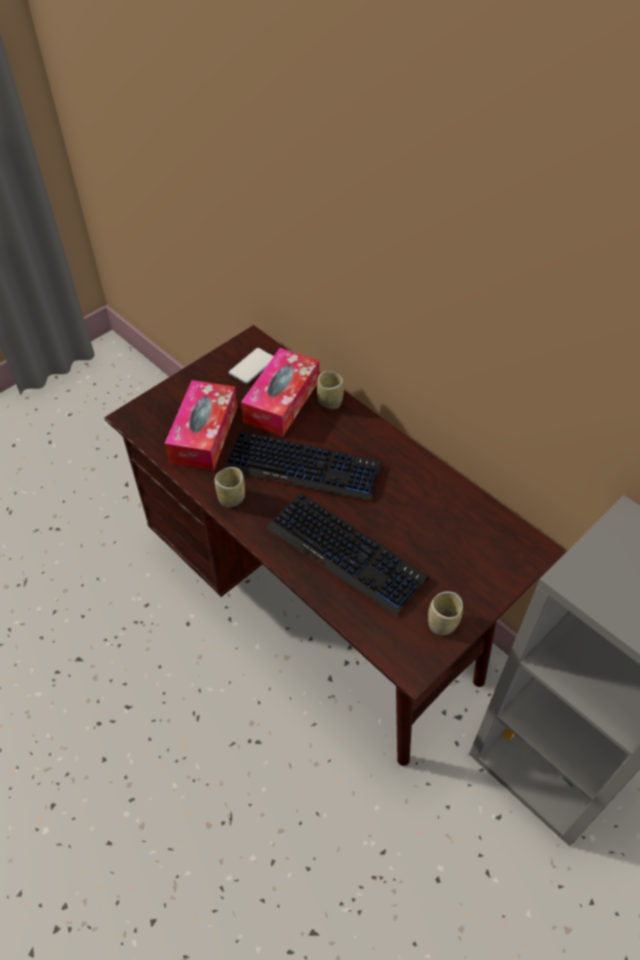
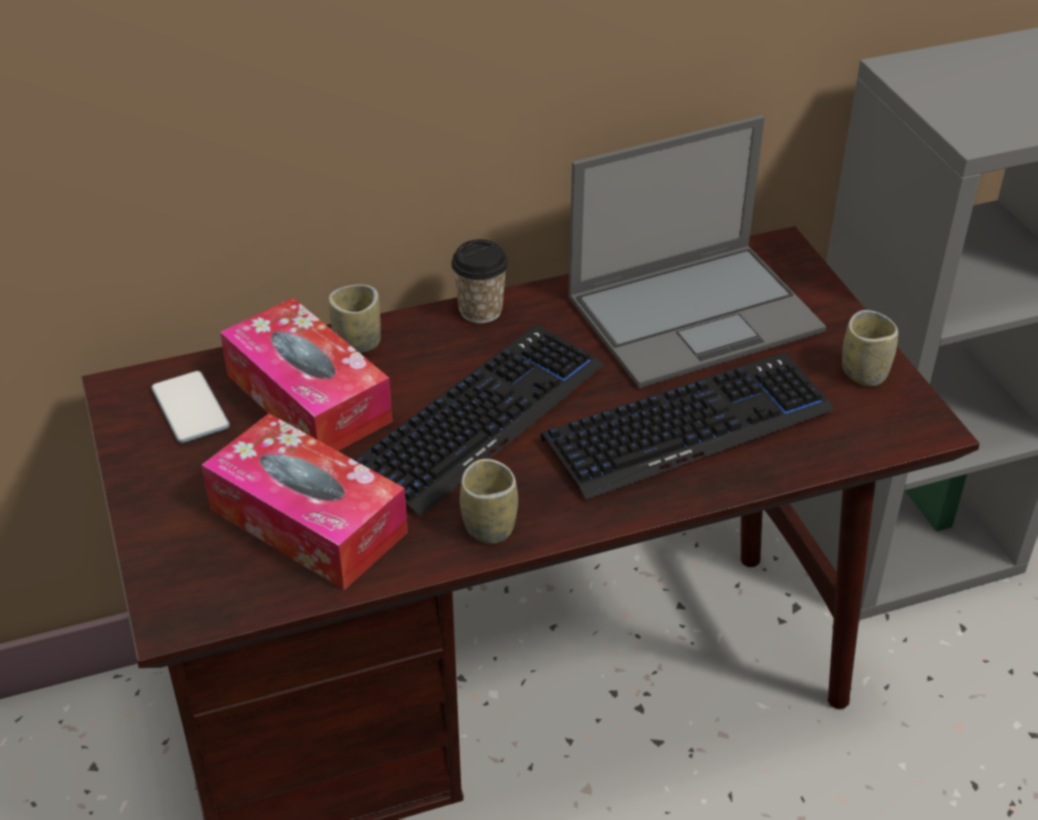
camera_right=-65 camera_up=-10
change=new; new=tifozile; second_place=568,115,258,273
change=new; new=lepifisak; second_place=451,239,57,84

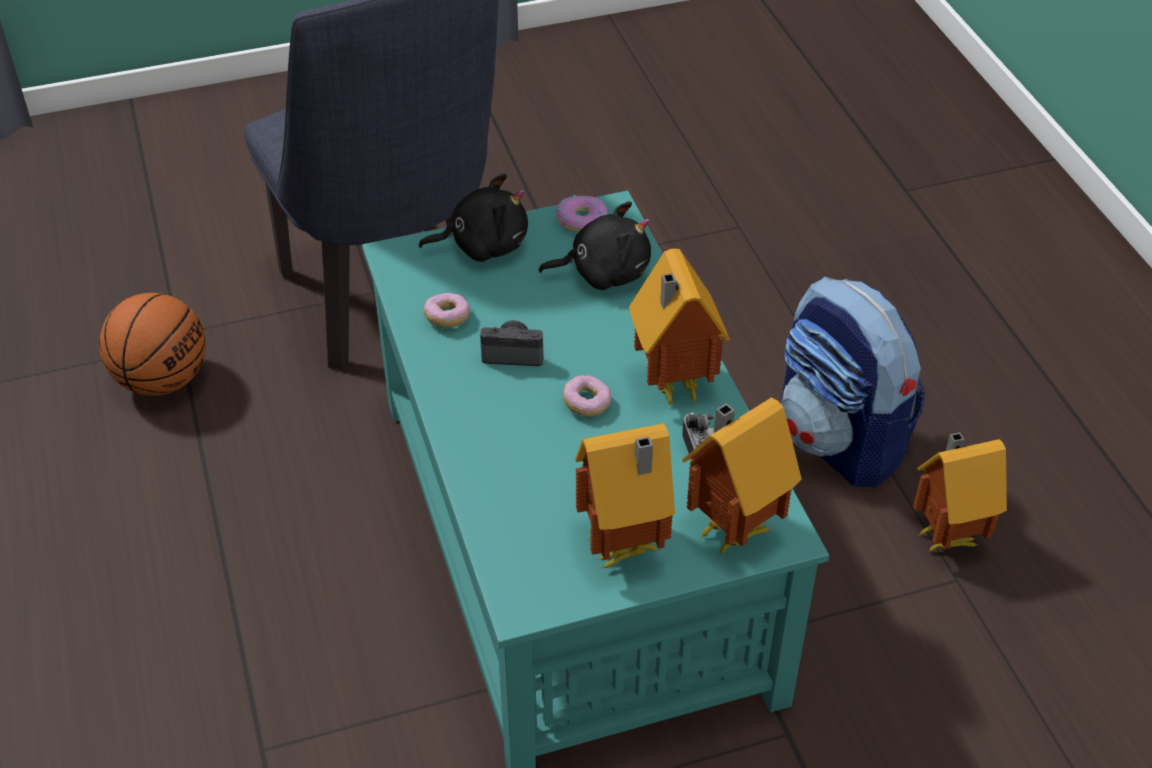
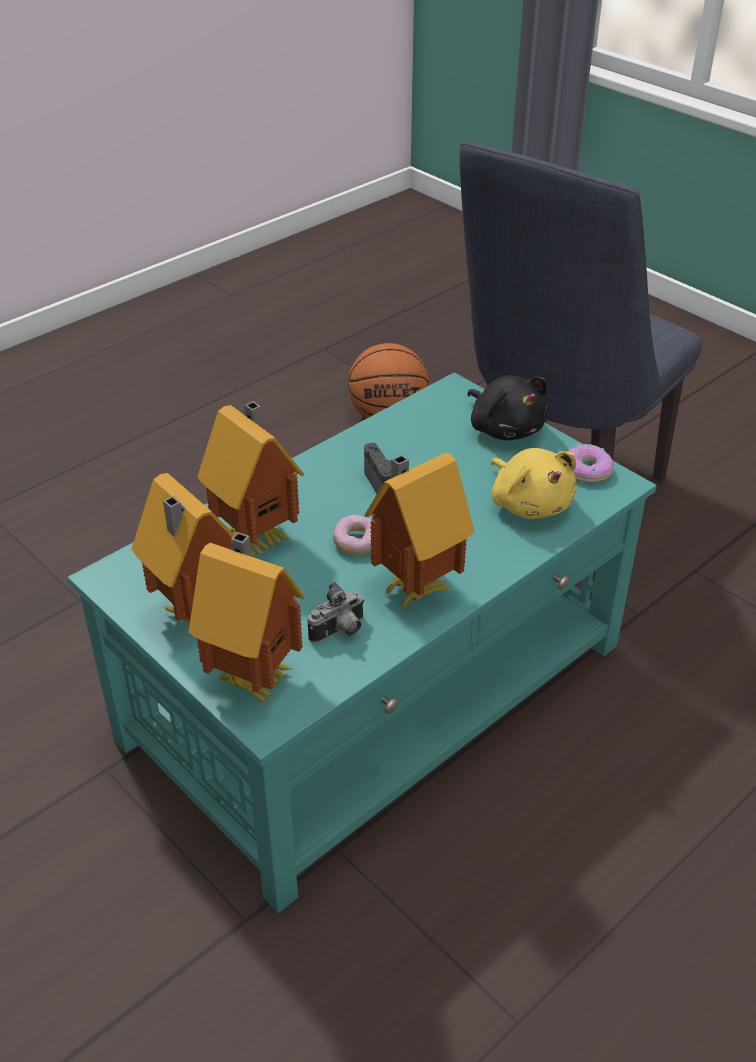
camera_right=65 camera_up=-5
change=repainted; old=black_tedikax; new=yellow_tedikax; first_place=538,201,113,89; second_place=491,448,86,71
change=gone; old=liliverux; first_place=780,276,145,212
change=gone; old=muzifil; first_place=423,293,47,34
change=shifted; old=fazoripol; first_place=913,432,94,121; second_place=197,401,108,157

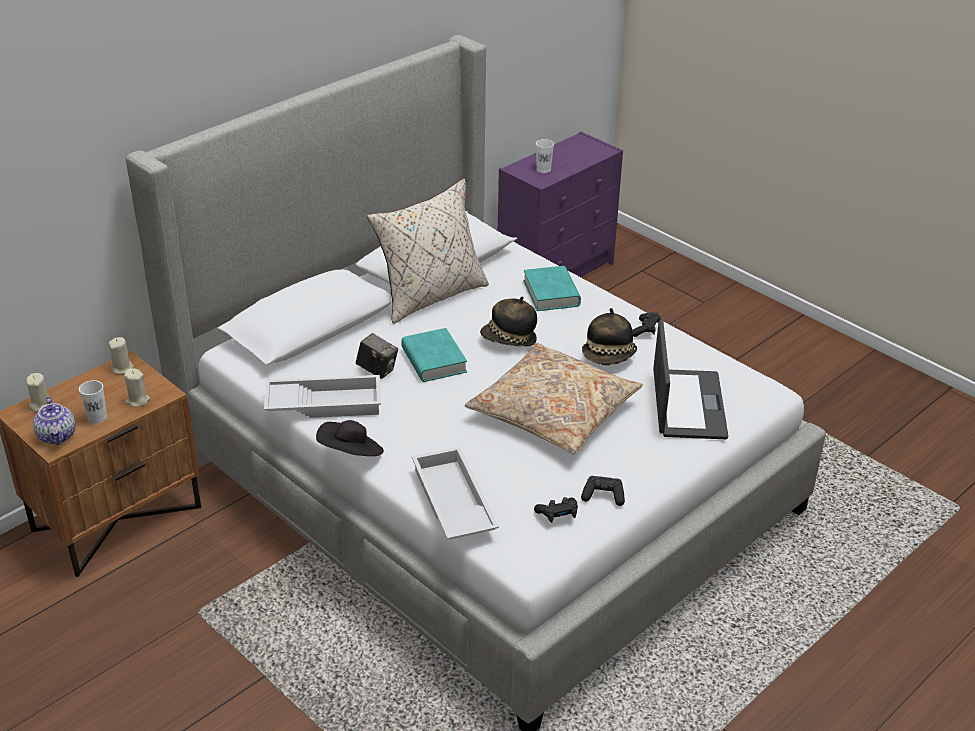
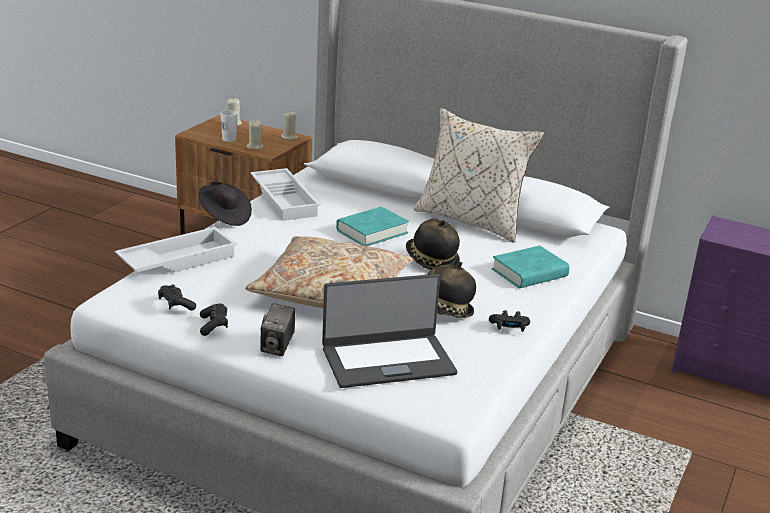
camera_right=70 camera_up=-10
change=gone; old=white_lepifisak; first_place=536,139,18,34
change=shifted; old=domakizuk; first_place=356,333,42,46; second_place=260,303,35,53
change=gone; old=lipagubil; first_place=33,396,43,49

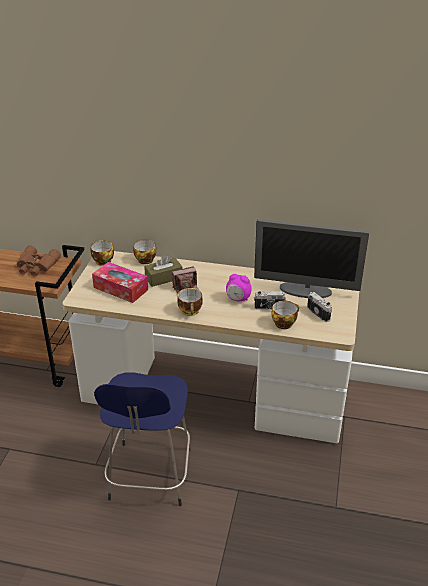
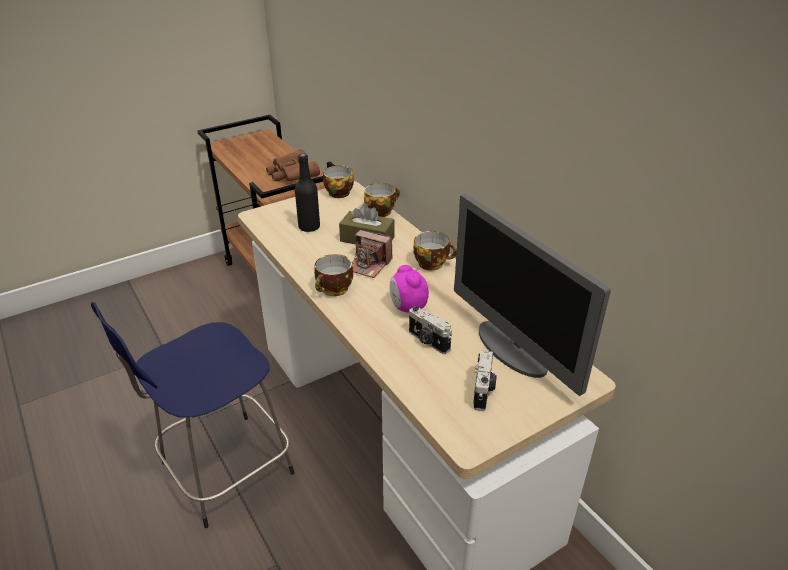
camera_right=45 camera_up=0
change=swapped; old=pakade; new=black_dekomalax; first_place=92,262,56,41; second_place=295,154,25,78
change=shifted; old=lepifisak; first_place=272,300,27,29; second_place=413,231,44,40

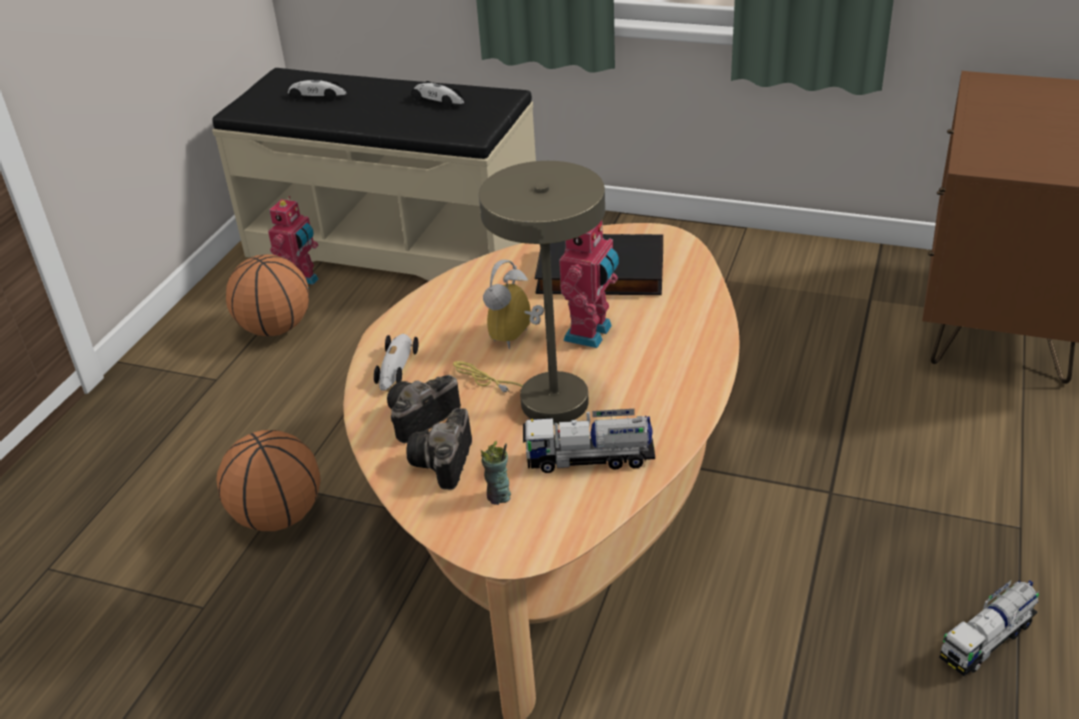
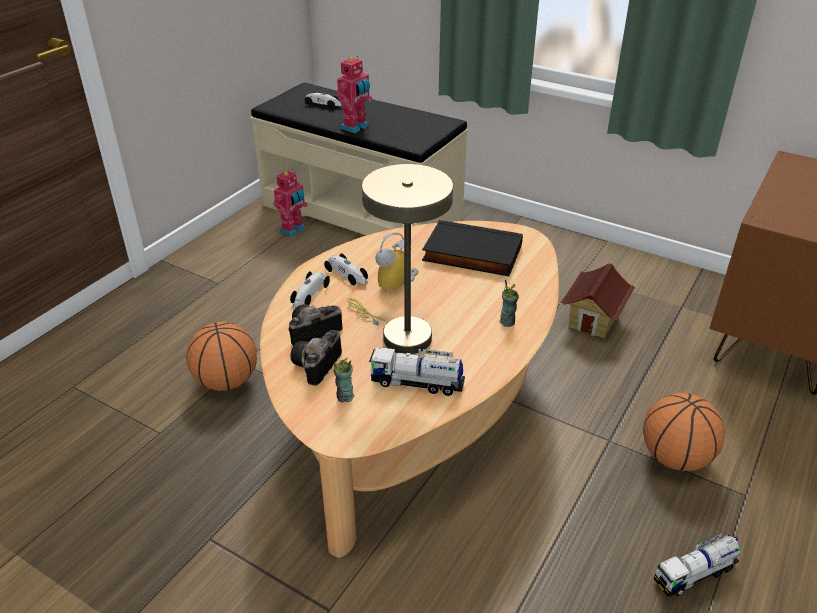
camera_right=10 camera_up=0
change=shifted; old=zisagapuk; first_place=411,81,53,27; second_place=324,253,44,32
change=shifted; old=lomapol; first_place=559,220,60,128; second_place=336,56,36,77
change=shifted; old=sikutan; first_place=226,254,83,82; second_place=643,393,82,78
change=new; new=fazoripol; second_place=561,263,74,75
change=new; new=lepifisak; second_place=499,279,20,48

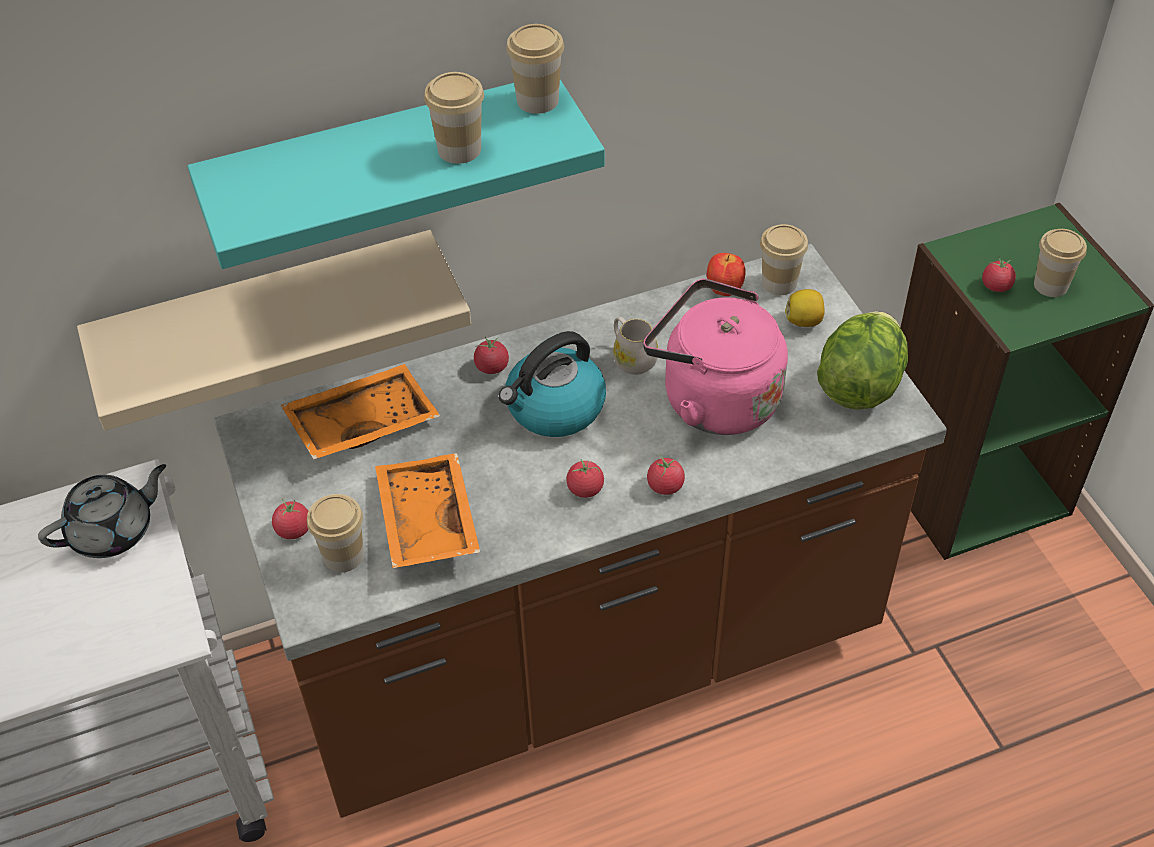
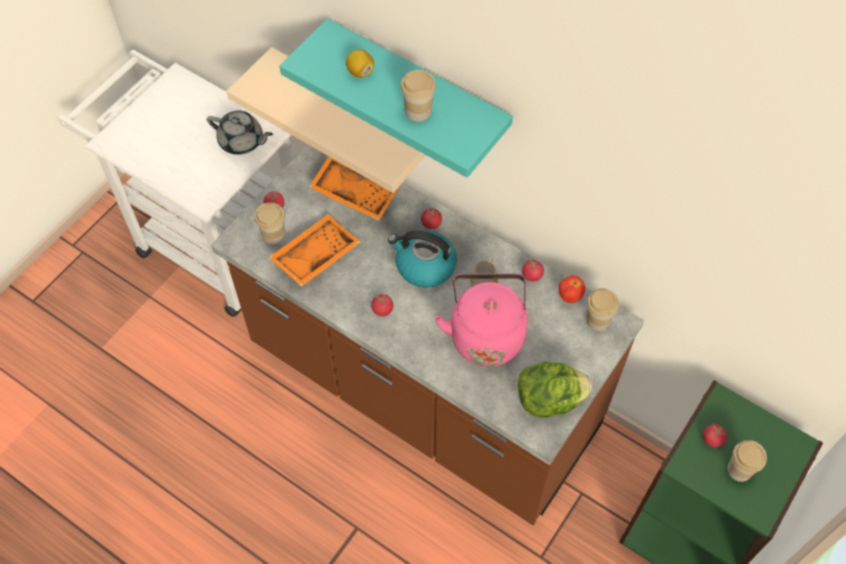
camera_right=55 camera_up=10
change=gone; old=lepifisak; first_place=506,24,58,90
change=shifted; old=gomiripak; first_place=785,289,40,38; second_place=346,49,28,29
change=shifted; old=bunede; first_place=647,454,38,41; second_place=522,259,22,22

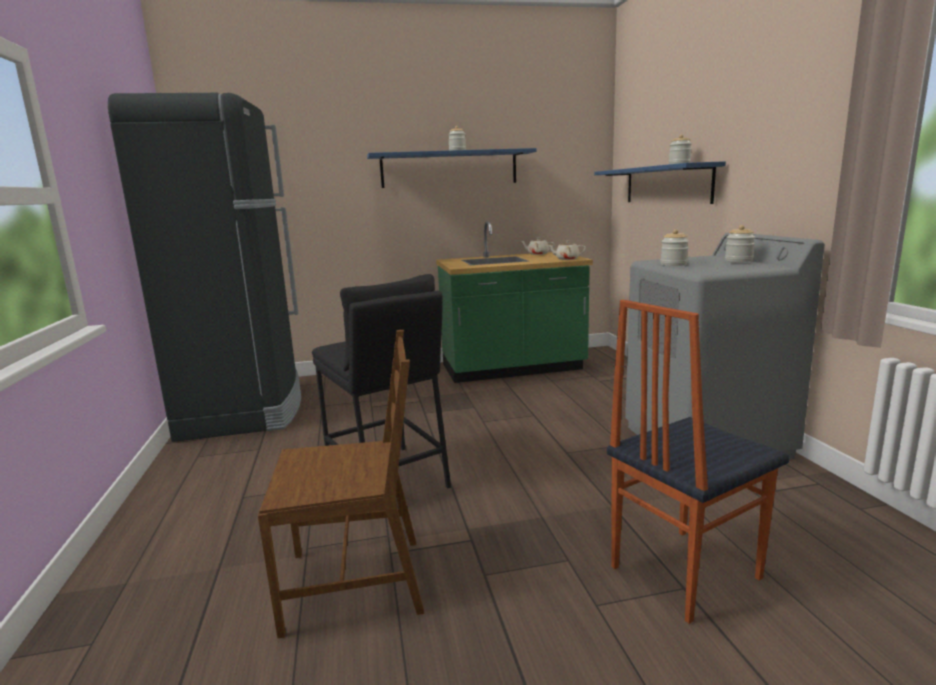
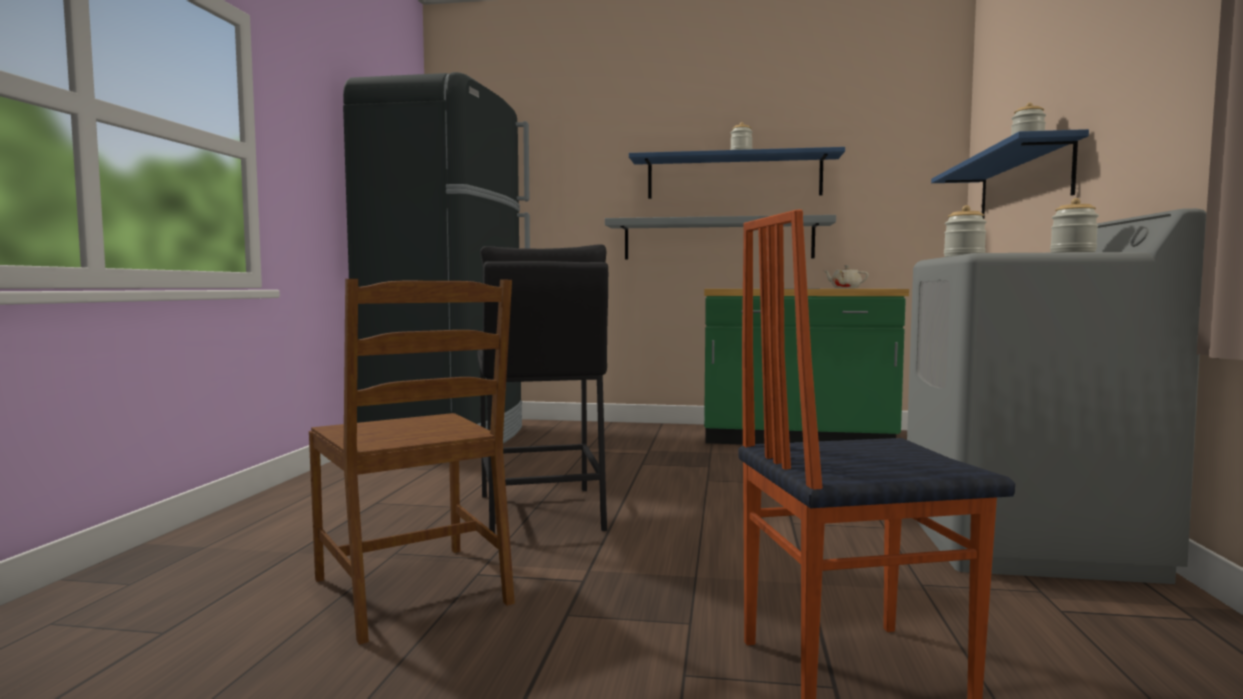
camera_right=20 camera_up=-10
change=gone; old=beige_lipagubil; first_place=548,240,38,20
change=rotated; old=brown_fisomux; first_place=258,330,166,309; second_place=309,279,206,366; degrees=45
change=new; new=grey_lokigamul; second_place=605,215,231,44

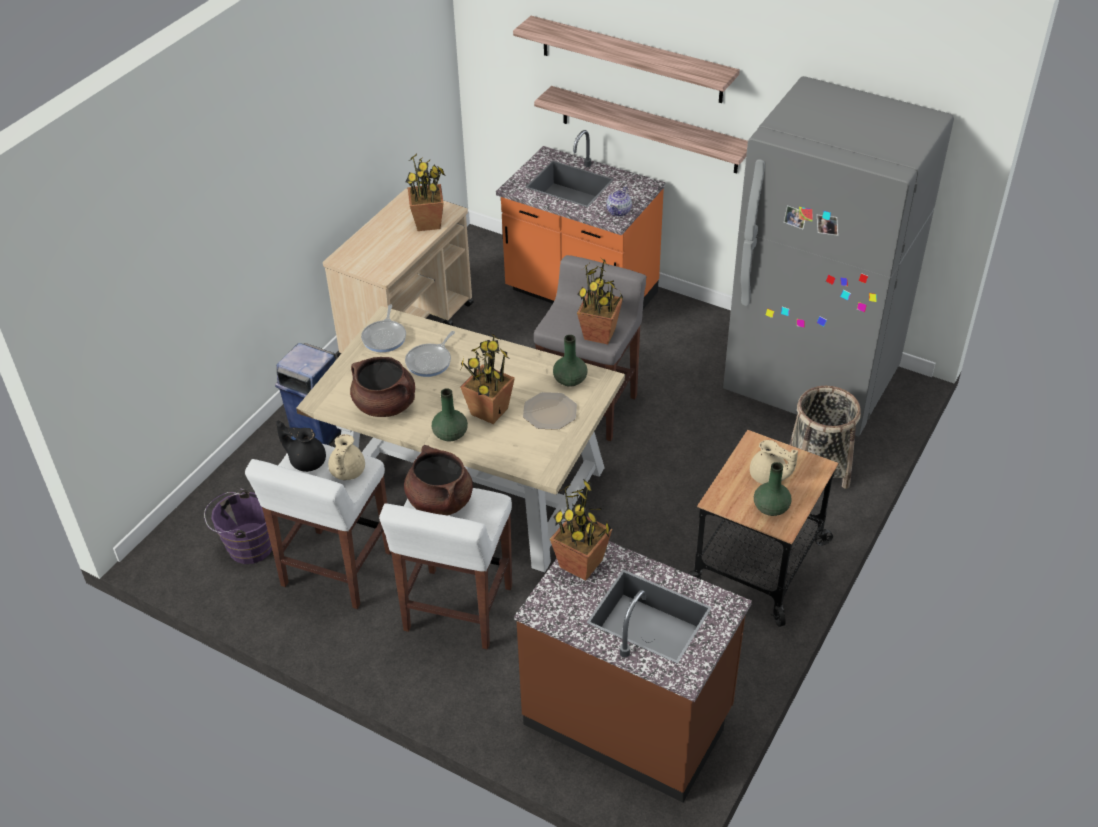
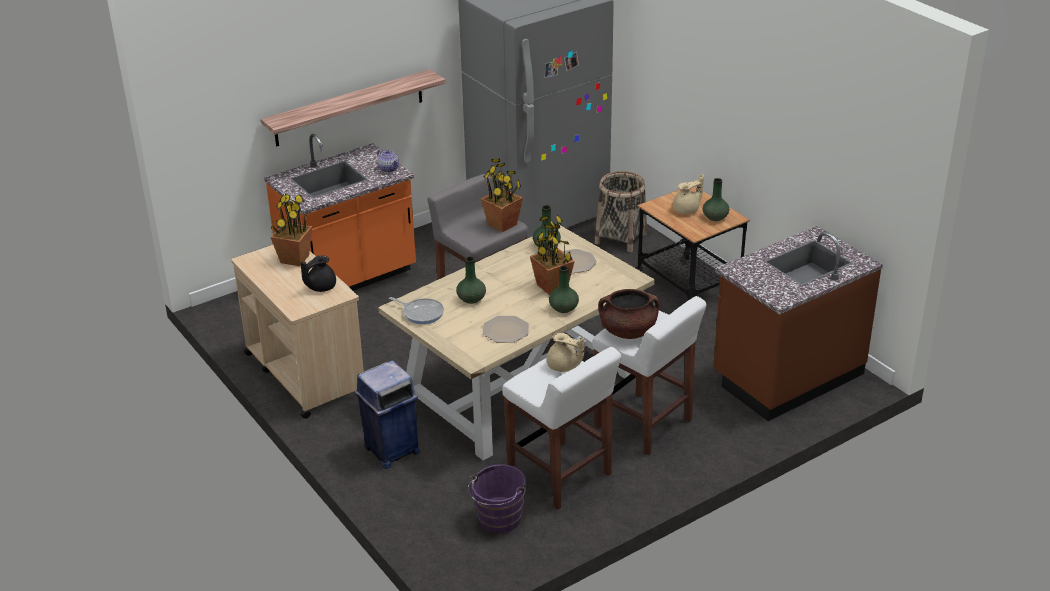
camera_right=-65 camera_up=-10
change=gone; old=lokigamul; first_place=513,16,227,87
change=swapped; old=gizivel; new=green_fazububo; first_place=405,331,50,46; second_place=456,257,30,47
change=swapped; old=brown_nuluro; new=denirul; first_place=350,357,65,60; second_place=483,316,46,26
change=shifted; old=black_lipagubil; first_place=276,421,50,51; second_place=300,255,36,37
change=gone; old=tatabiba; first_place=550,479,62,101

